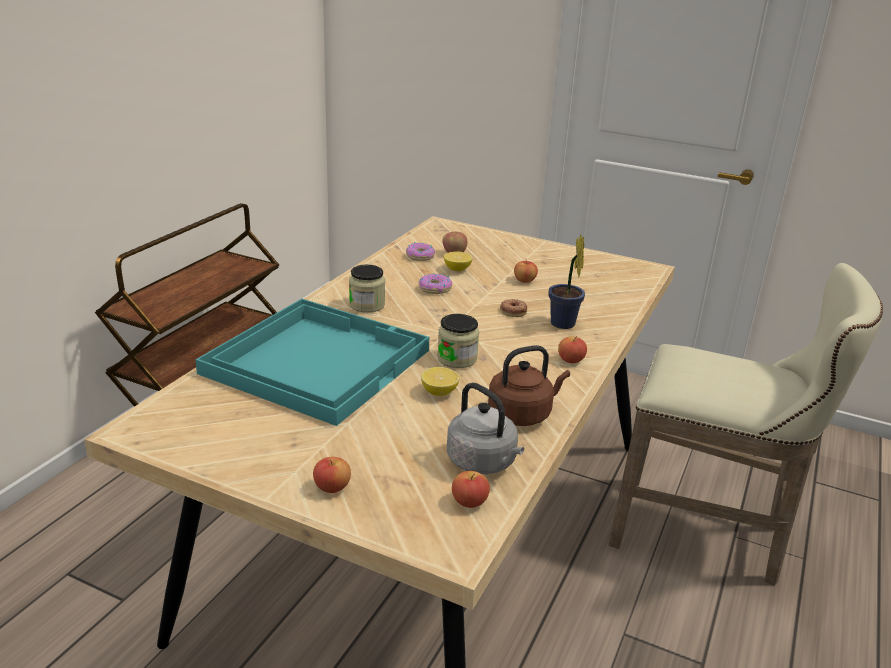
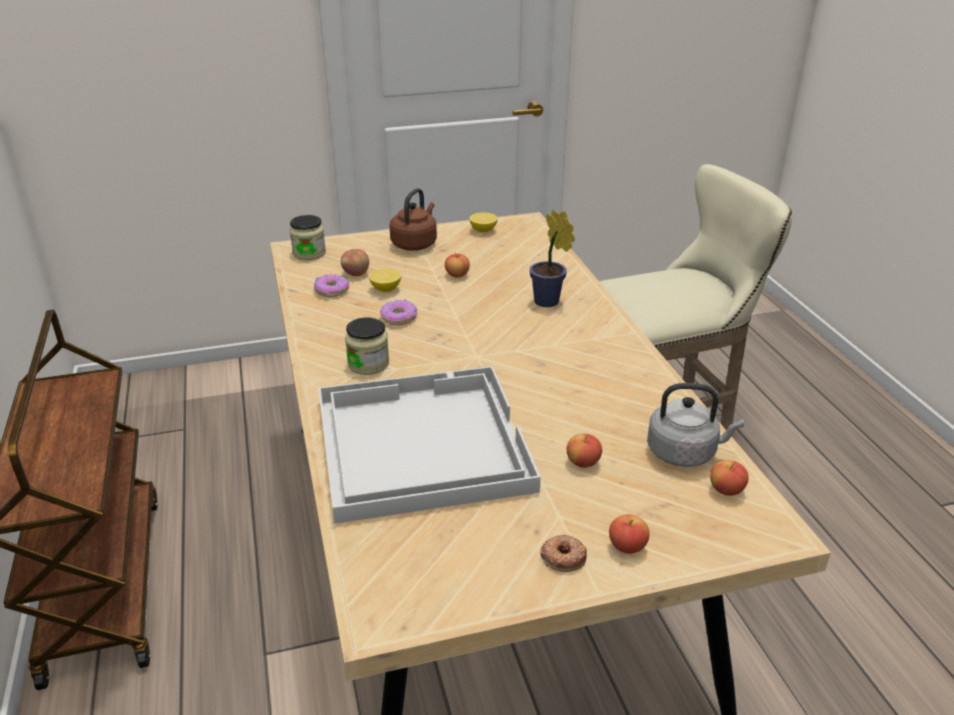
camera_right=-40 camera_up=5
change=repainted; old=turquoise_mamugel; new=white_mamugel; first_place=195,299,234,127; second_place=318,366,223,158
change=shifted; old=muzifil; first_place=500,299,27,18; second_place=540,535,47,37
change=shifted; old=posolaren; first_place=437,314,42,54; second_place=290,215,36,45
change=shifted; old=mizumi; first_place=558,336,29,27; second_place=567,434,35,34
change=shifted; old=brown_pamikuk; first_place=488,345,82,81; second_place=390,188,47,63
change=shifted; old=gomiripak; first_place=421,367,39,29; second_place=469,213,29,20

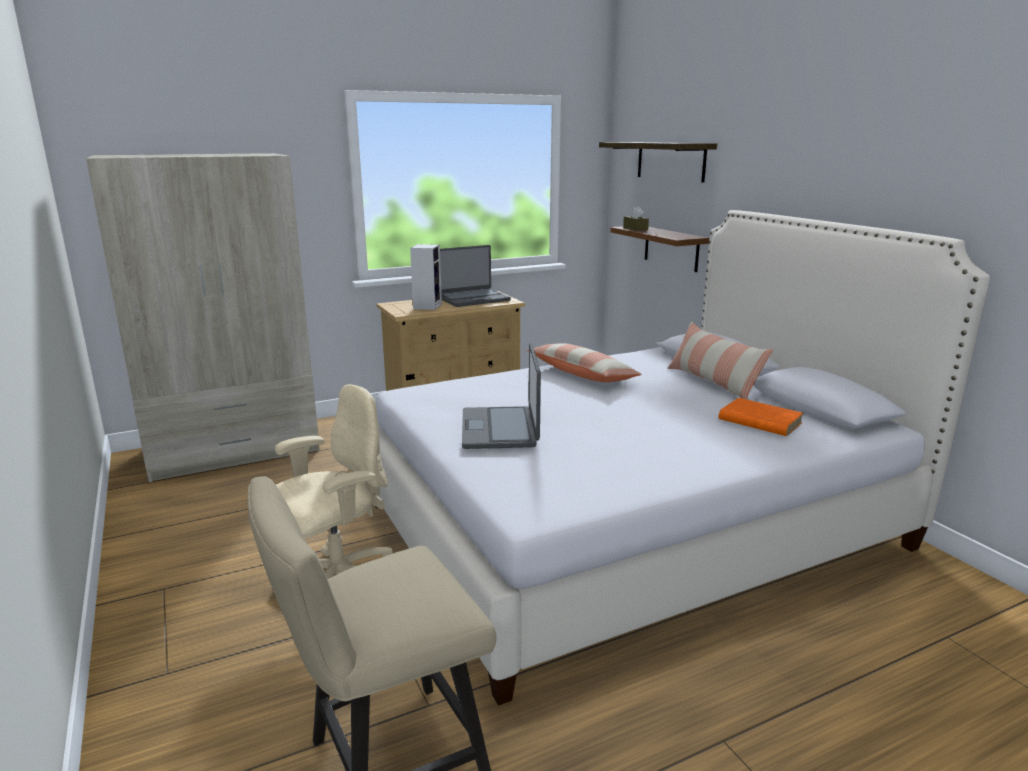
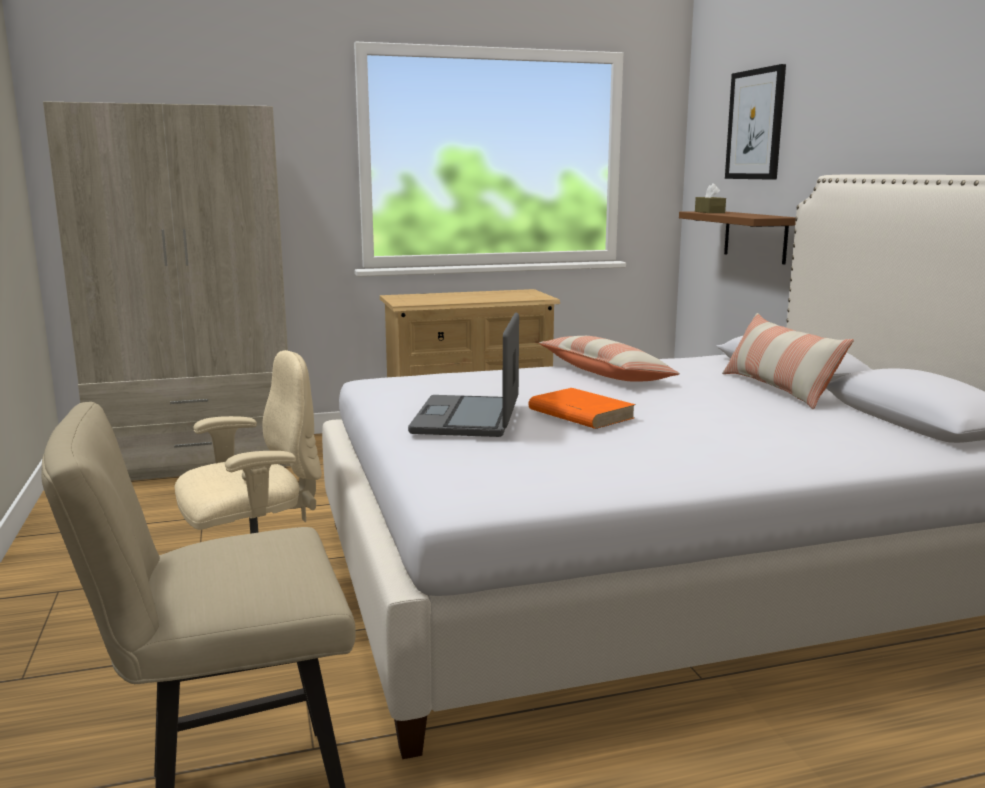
camera_right=10 camera_up=-5
change=swapped; old=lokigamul; new=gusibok; first_place=599,142,118,41; second_place=725,64,61,116
change=gone; old=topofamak; first_place=410,244,32,66
change=gone; old=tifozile; first_place=440,245,71,62
change=shifted; old=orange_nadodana; first_place=719,398,85,38; second_place=528,388,108,41

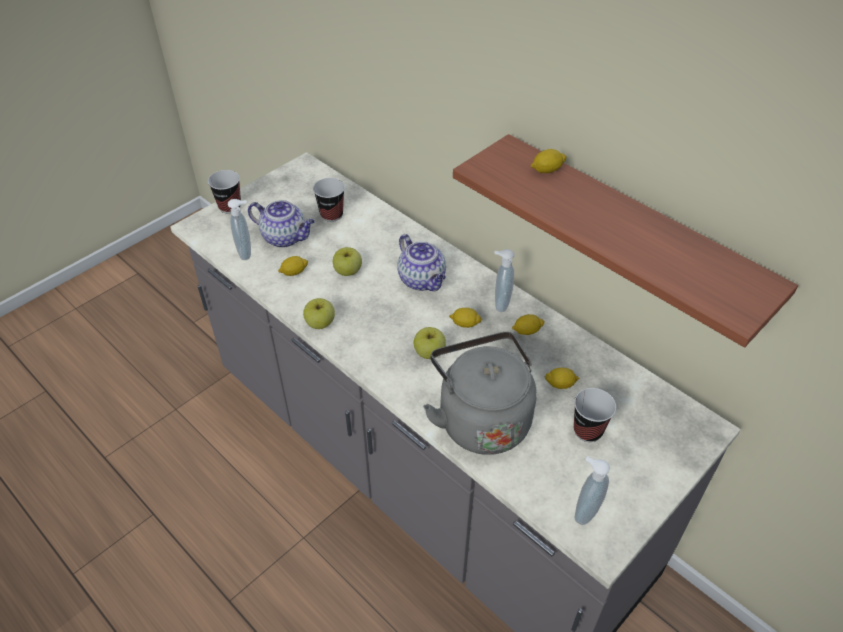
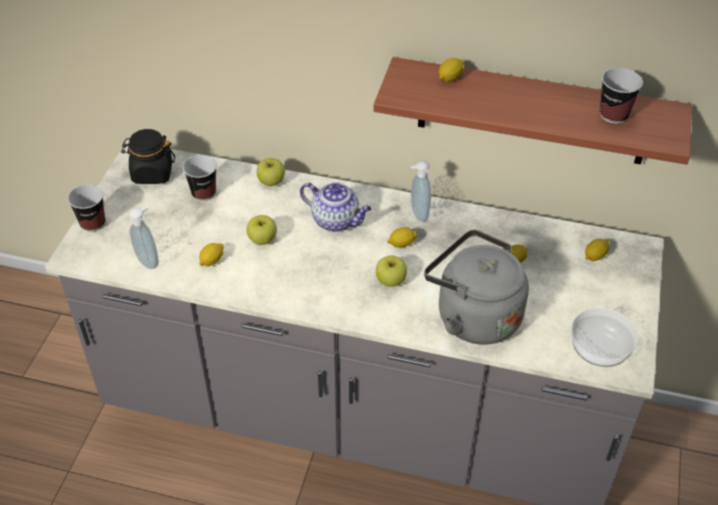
camera_right=-30 camera_up=0
change=gone; old=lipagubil; first_place=248,200,67,48
change=shifted; old=mizumi; first_place=303,298,32,31; second_place=256,158,29,28
change=shifted; old=gomiripak; first_place=512,314,33,21; second_place=585,239,25,22
change=shifted; old=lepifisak; first_place=574,388,42,54; second_place=600,68,43,56
change=swapped; old=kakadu; new=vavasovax; first_place=575,456,35,69; second_place=571,308,67,59
change=new; new=black_posolaren; second_place=121,129,54,55

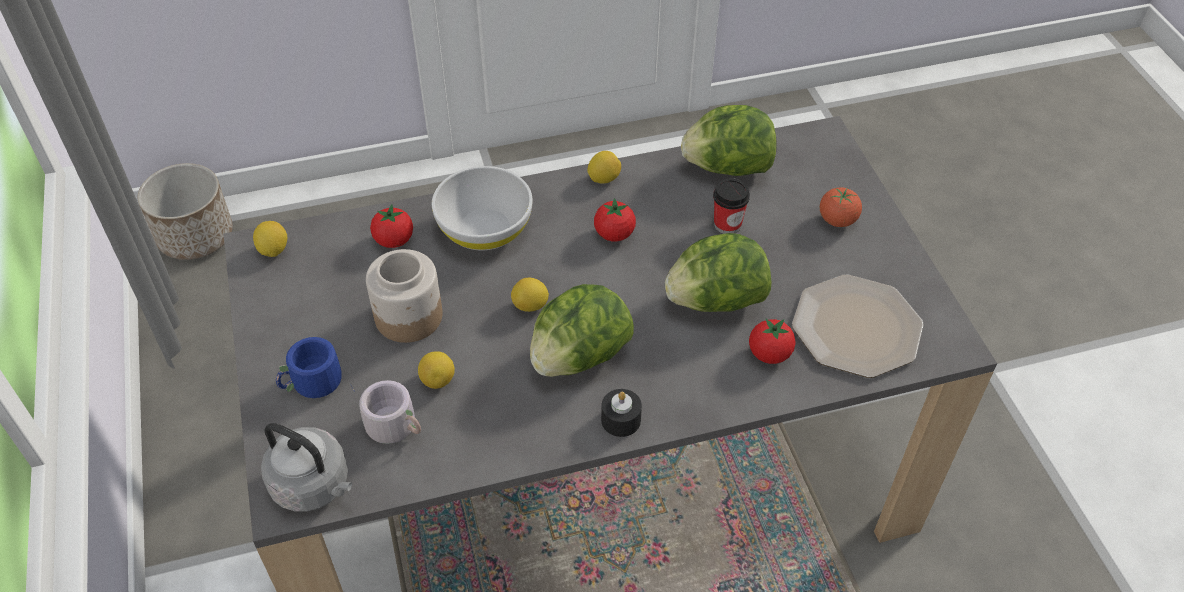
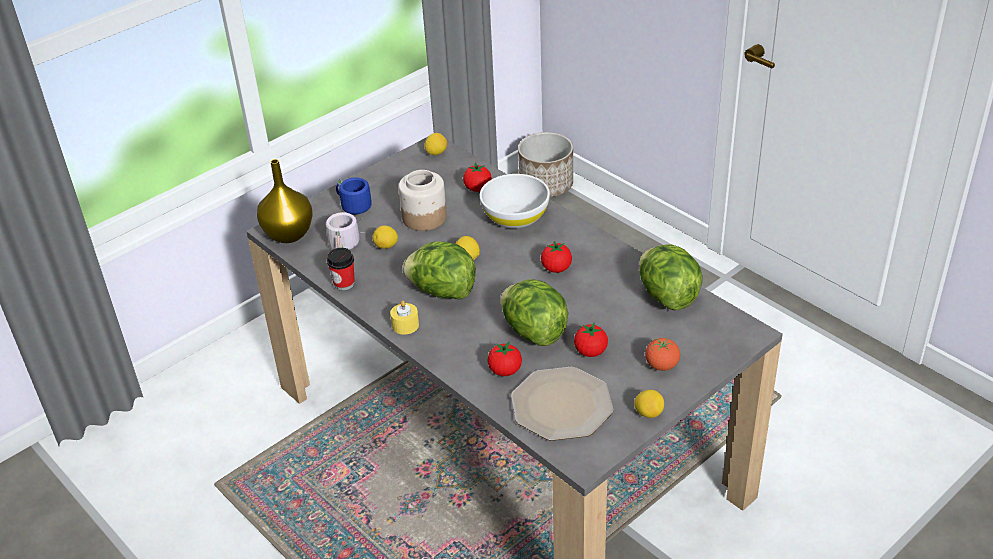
camera_right=65 camera_up=-10
change=shifted; old=gomiripak; first_place=587,151,34,33; second_place=634,390,30,28
change=shifted; old=lepifisak; first_place=713,178,37,56; second_place=327,248,28,43
change=repainted; old=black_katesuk; new=yellow_katesuk; first_place=601,389,41,48; second_place=390,300,29,35
change=swapped; old=grey_pamikuk; new=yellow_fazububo; first_place=261,423,91,89; second_place=257,159,55,84
change=new; new=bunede; second_place=574,322,34,35

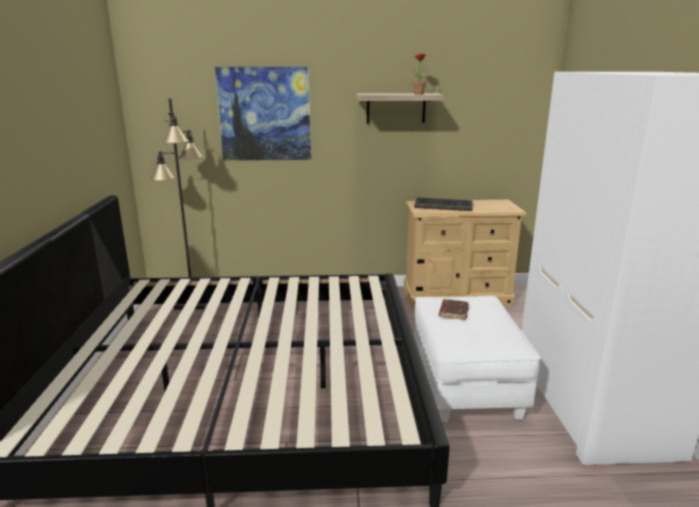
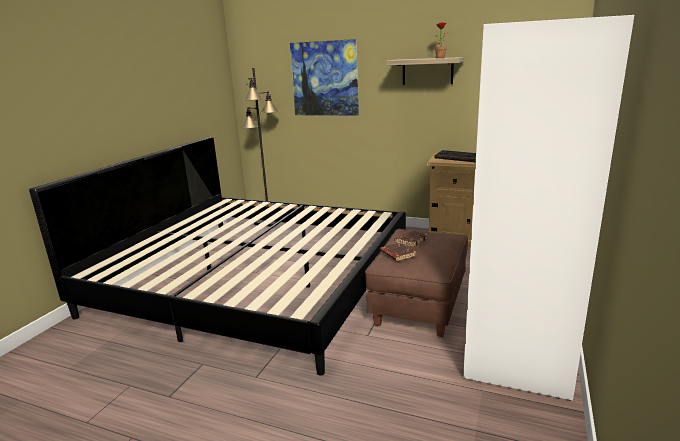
camera_right=25 camera_up=0
change=repainted; old=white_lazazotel; new=brown_lazazotel; first_place=414,296,126,126; second_place=365,229,103,108
change=new; new=brown_nadodana; second_place=380,242,36,19

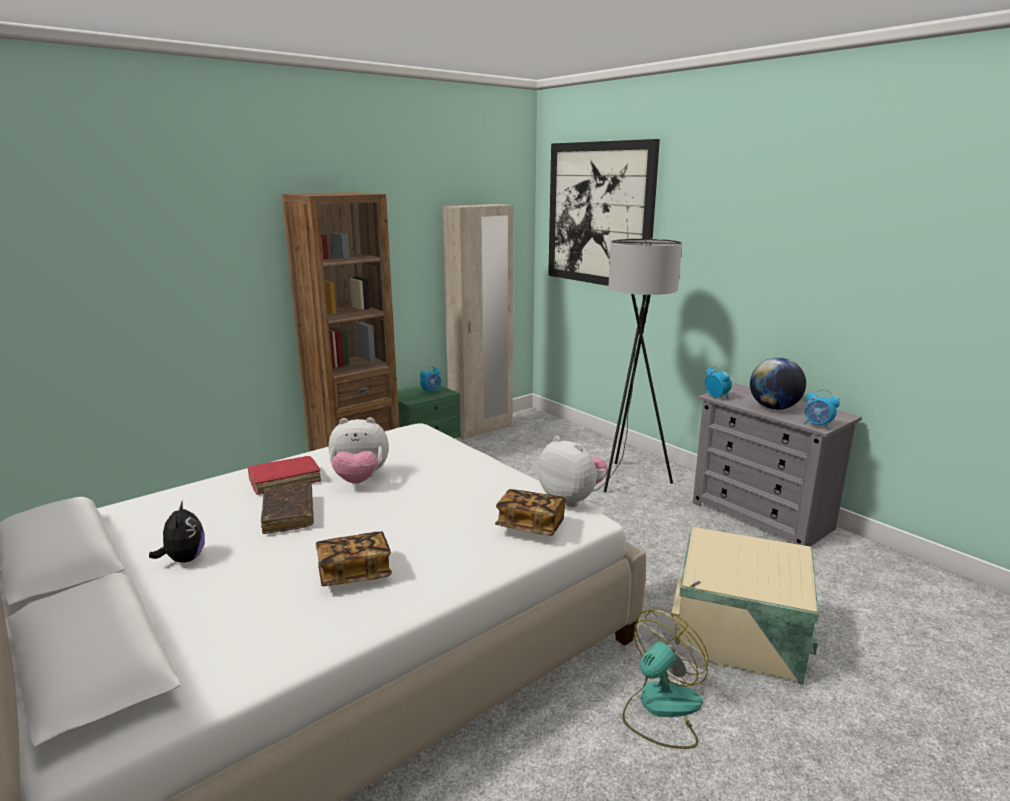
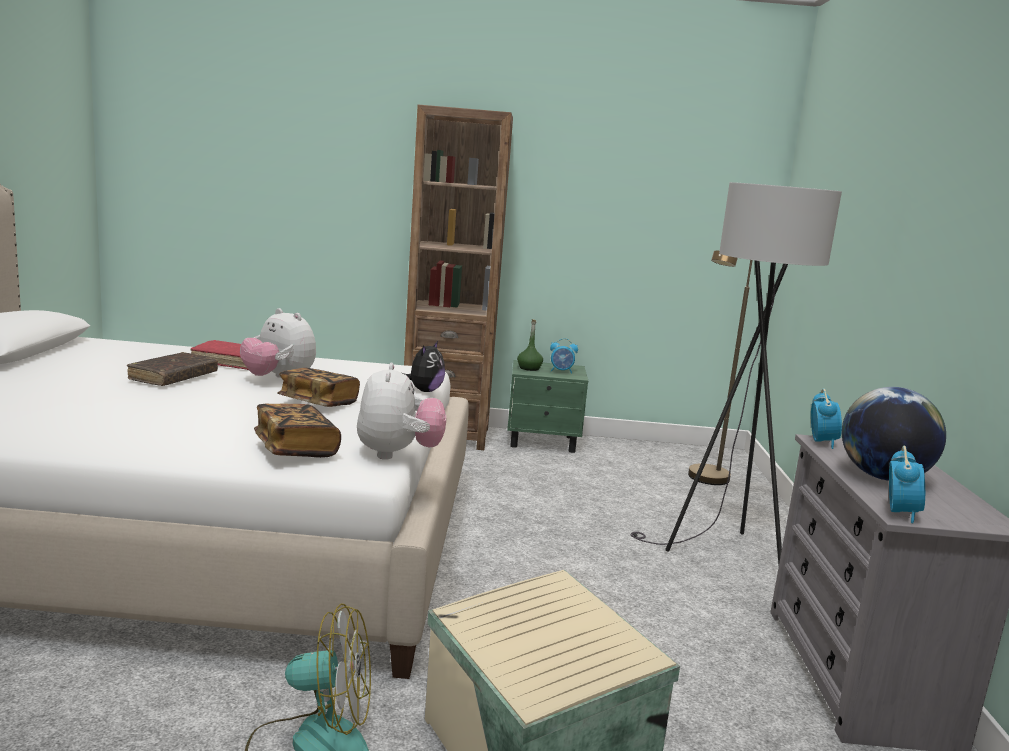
camera_right=40 camera_up=-5
change=gone; old=gusibok; first_place=548,139,112,147
change=gone; old=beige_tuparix; first_place=443,204,70,236
change=rotated; old=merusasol; first_place=804,389,36,40; second_place=889,446,36,77; degrees=-150
change=shifted; old=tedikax; first_place=149,500,56,62; second_place=401,341,44,51
change=shifted; old=nadodana; first_place=315,531,77,55; second_place=277,368,83,39
change=new; new=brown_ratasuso; second_place=688,251,64,234
change=new; new=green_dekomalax; second_place=517,319,26,52

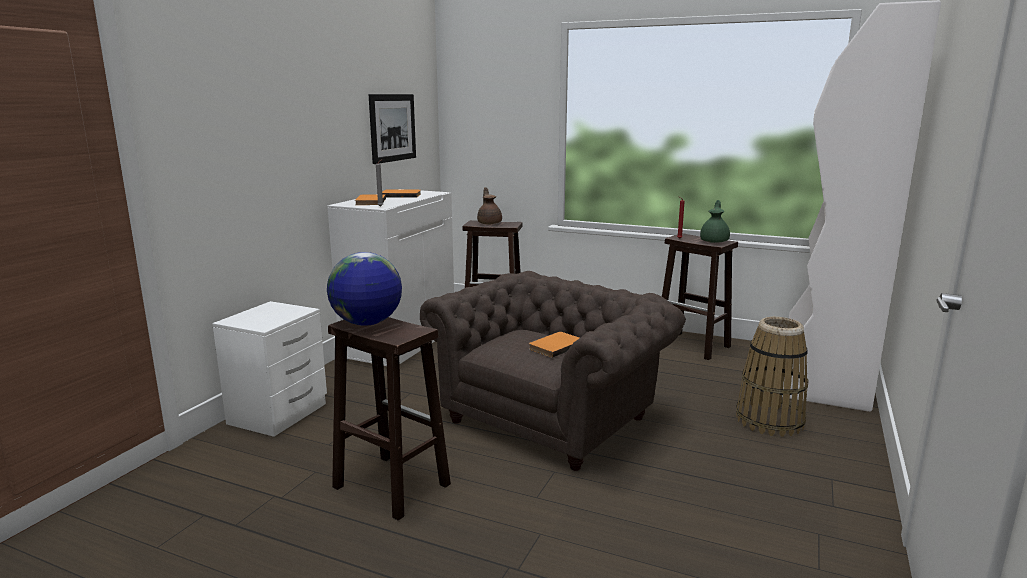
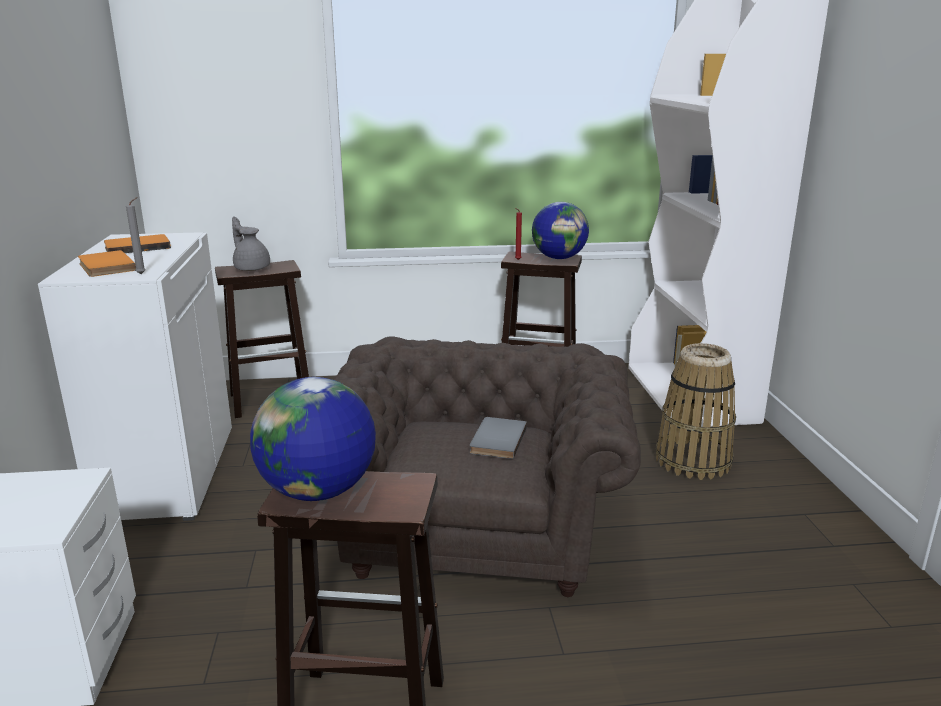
camera_right=-30 camera_up=5
change=gone; old=gusibok; first_place=369,94,47,70
change=repainted; old=brown_lipagubil; new=grey_lipagubil; first_place=477,187,25,38; second_place=232,217,38,54
change=swapped; old=green_lipagubil; new=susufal; first_place=700,200,30,43; second_place=532,202,57,57
change=repainted; old=orange_nadodana; new=grey_nadodana; first_place=529,332,50,26; second_place=470,417,57,42

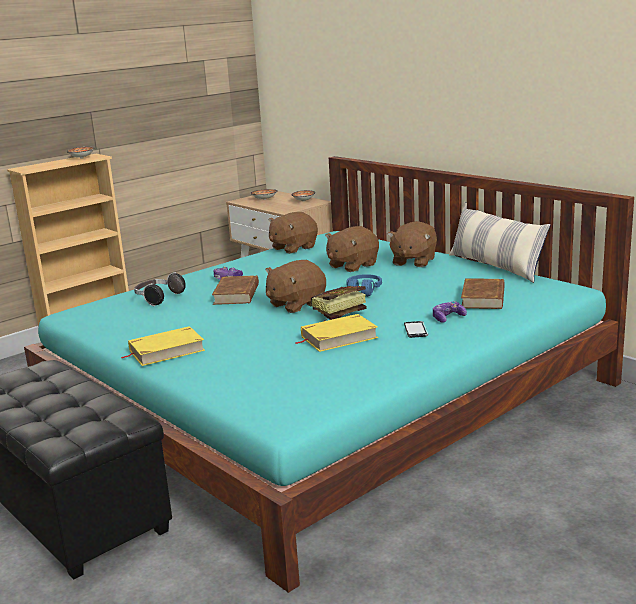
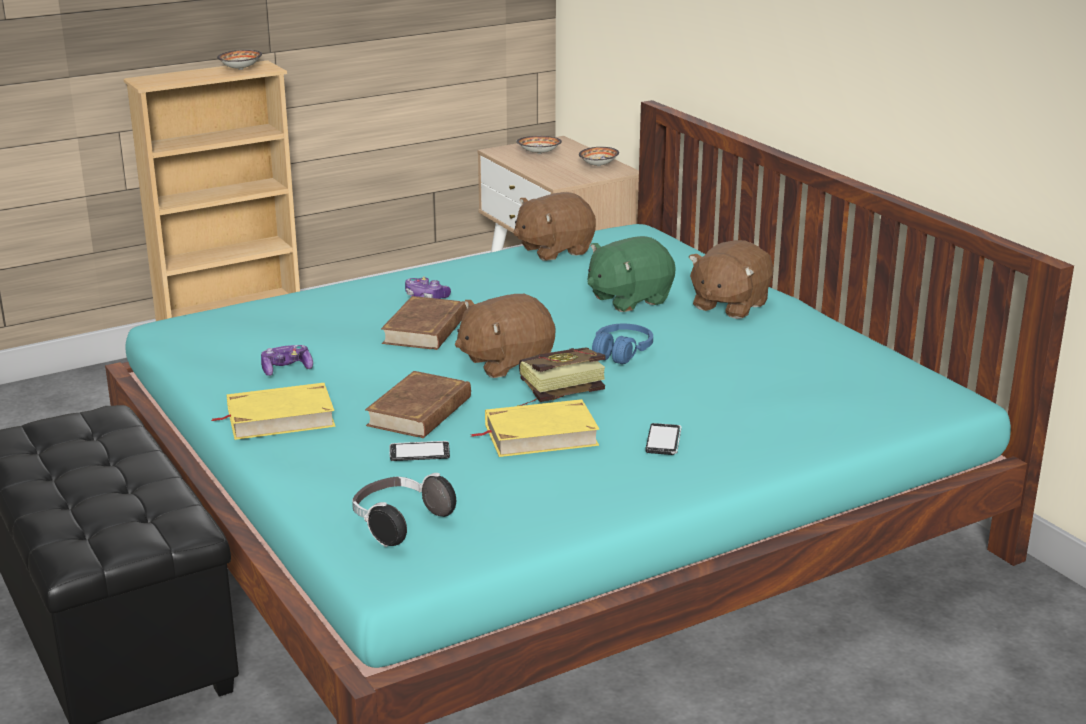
camera_right=10 camera_up=5
change=gone; old=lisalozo; first_place=449,202,101,81
change=repainted; old=brown_tedikax; new=green_tedikax; first_place=325,226,54,46; second_place=588,236,88,76
change=shifted; old=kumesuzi; first_place=134,272,52,34; second_place=352,473,104,74
change=shifted; old=brown_nadodana; first_place=461,278,44,31; second_place=365,371,106,67
change=shifted; old=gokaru; first_place=433,301,34,22; second_place=261,345,52,31
change=new; new=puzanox; second_place=390,441,60,20

